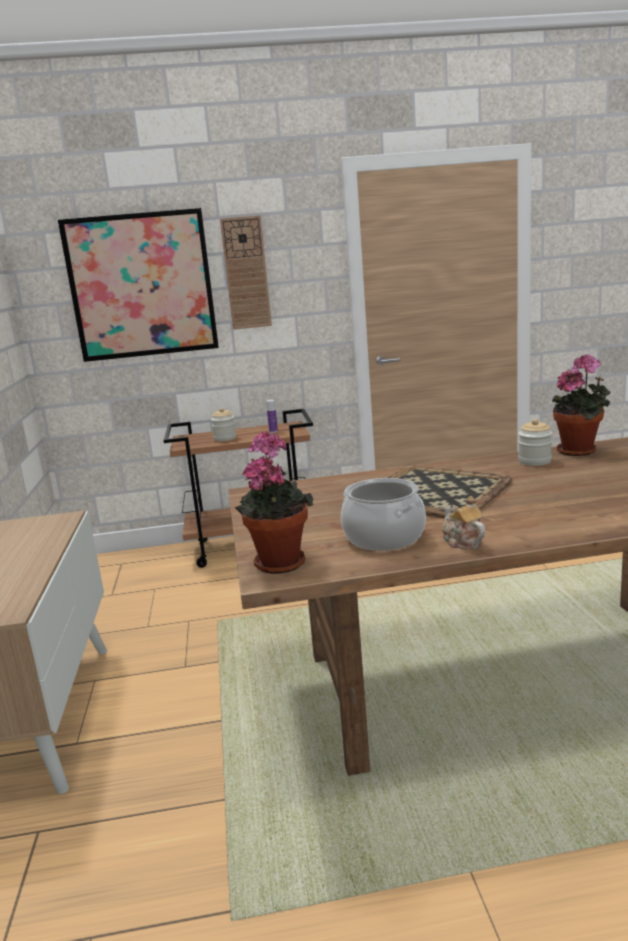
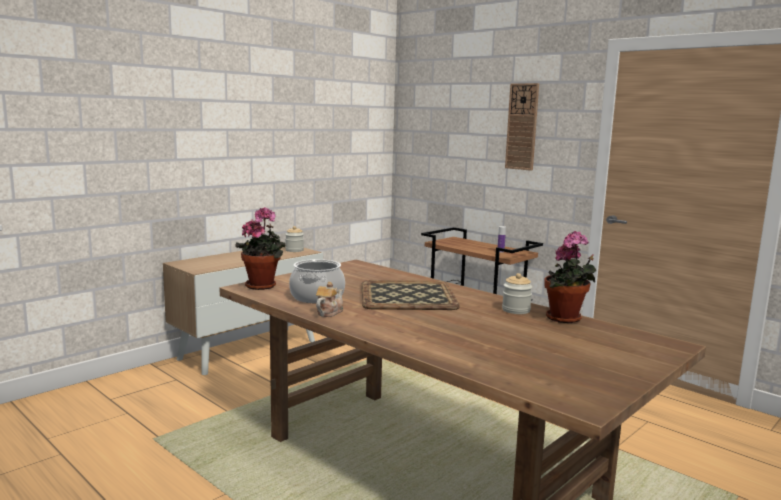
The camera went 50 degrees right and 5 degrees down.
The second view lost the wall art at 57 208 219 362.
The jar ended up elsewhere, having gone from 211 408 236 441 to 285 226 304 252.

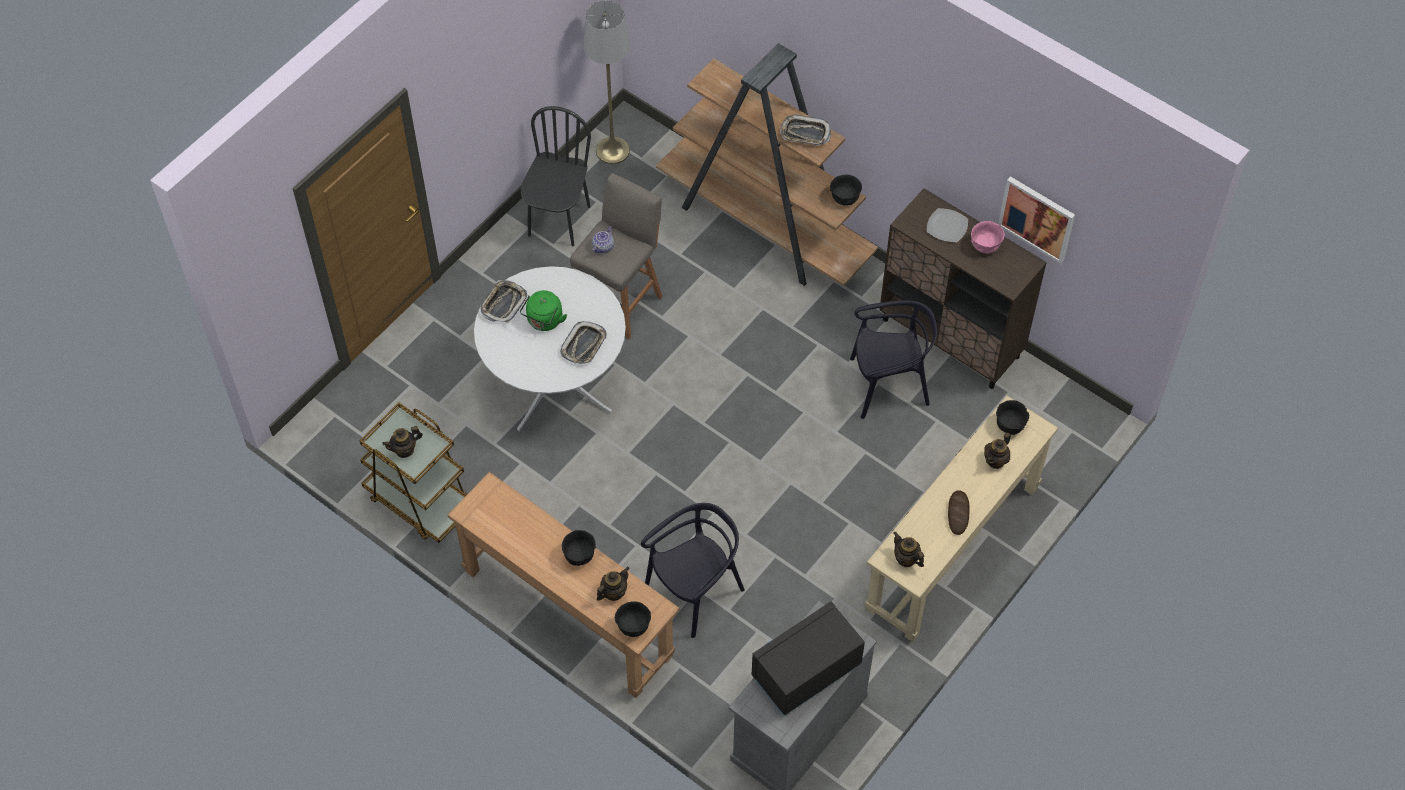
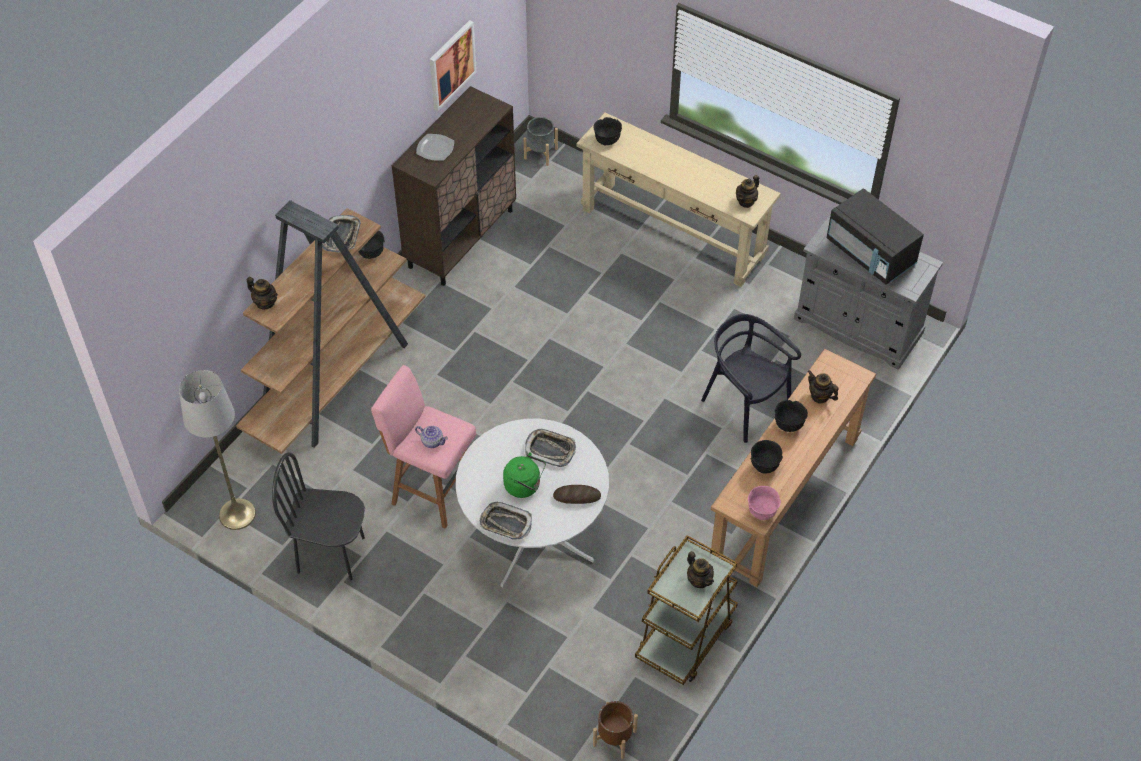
The camera went 95 degrees left and 5 degrees down.
The second view lost the black upright chair at 850 300 937 419.
The second view gained the gray flower pot at 523 117 558 166.
The second view gained the brown-coloured flower pot at 593 701 638 759.
The black bowl ended up elsewhere, having gone from 615 601 651 637 to 751 440 783 474.
The baked bread ended up elsewhere, having gone from 948 490 969 535 to 553 485 601 504.
The pink-coloured bowl ended up elsewhere, having gone from 971 221 1005 254 to 748 486 781 520.
The teapot ended up elsewhere, having gone from 984 432 1011 469 to 247 277 278 309.
What was the gray stool seat at 570 173 662 339 turned into the pink-coloured stool seat at 371 365 476 529.

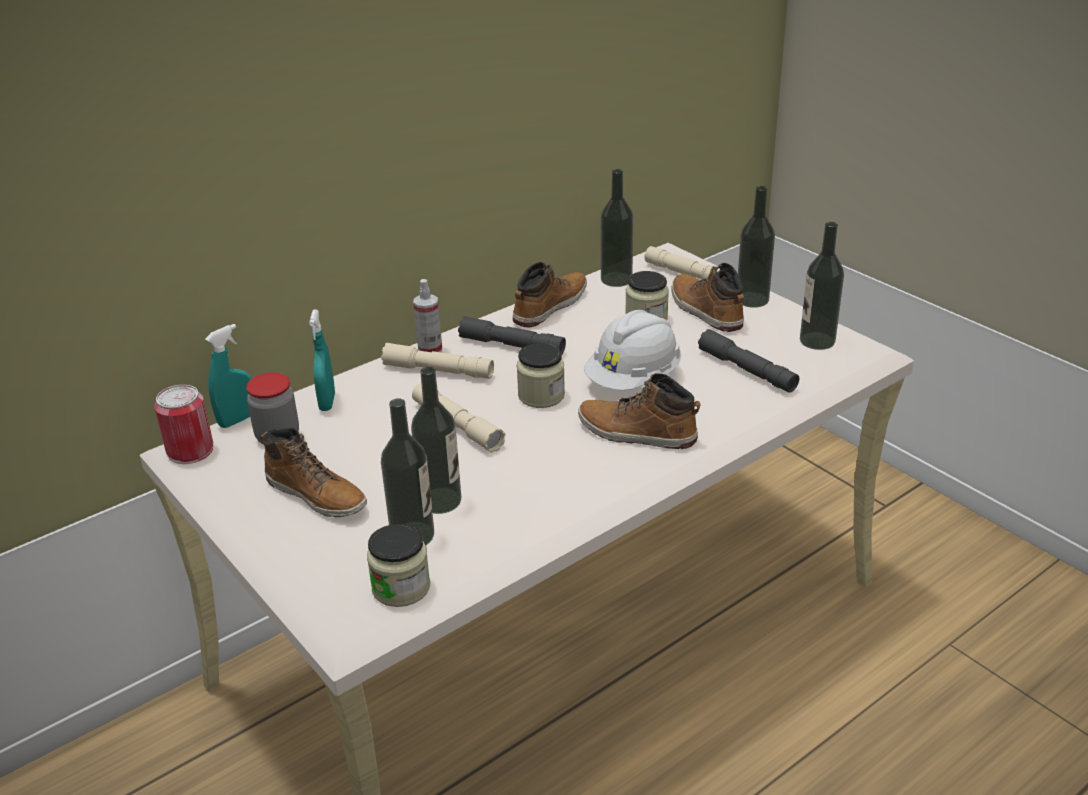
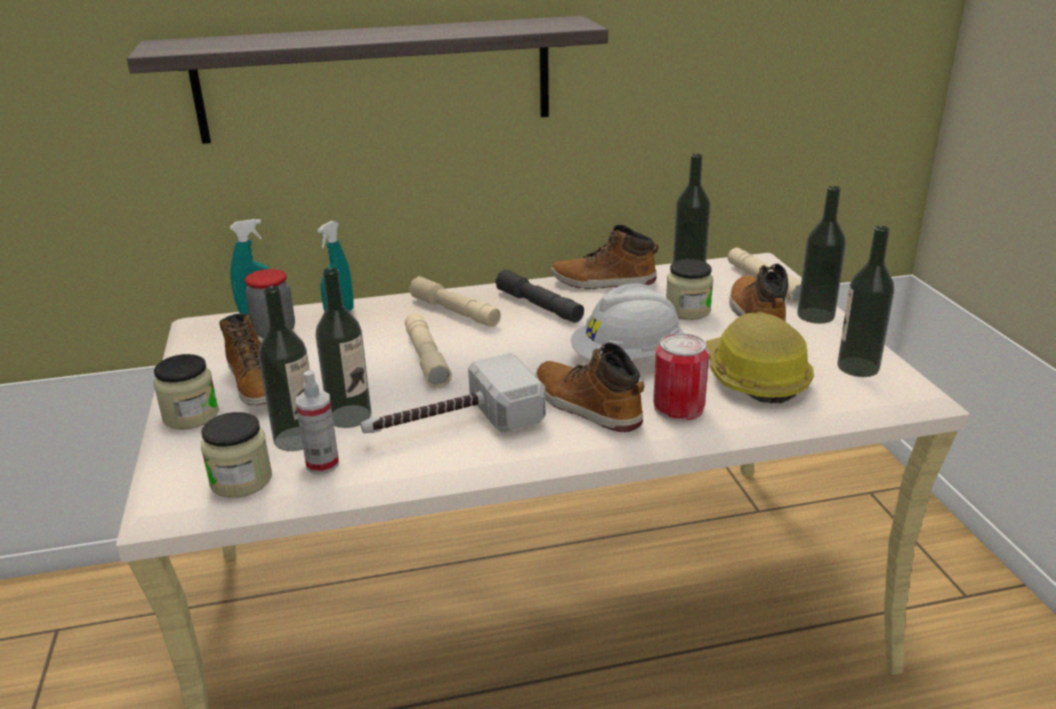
The camera went 25 degrees right and 5 degrees down.
The second view gained the shelf at 127 16 608 144.
The second view gained the hammer at 360 353 546 433.
The metal can ended up elsewhere, having gone from 154 385 213 464 to 653 333 709 421.
The sprayer ended up elsewhere, having gone from 413 279 442 352 to 296 370 339 474.
The jar ended up elsewhere, having gone from 516 343 565 408 to 153 354 219 430.
Where the gray hand torch stood at 698 329 799 393, the safety helmet came to stand at 706 312 814 404.
The tall boot at 513 262 587 328 ended up facing another way, 150 degrees counterclockwise from before.

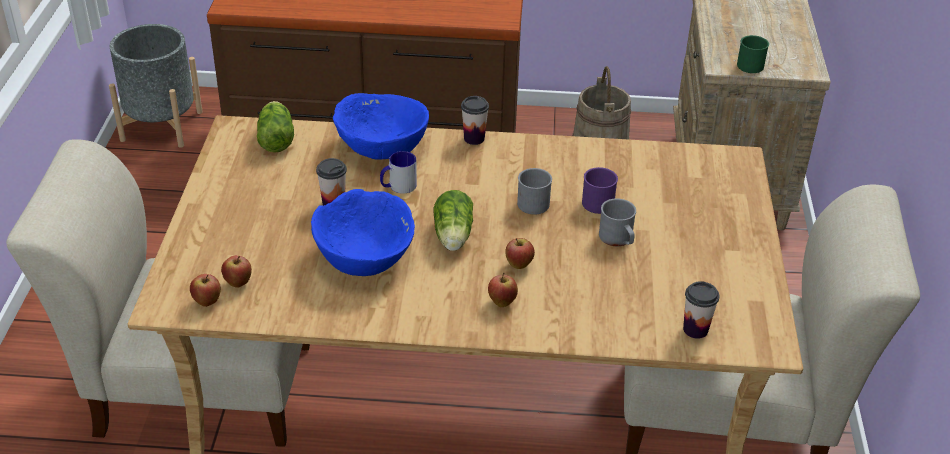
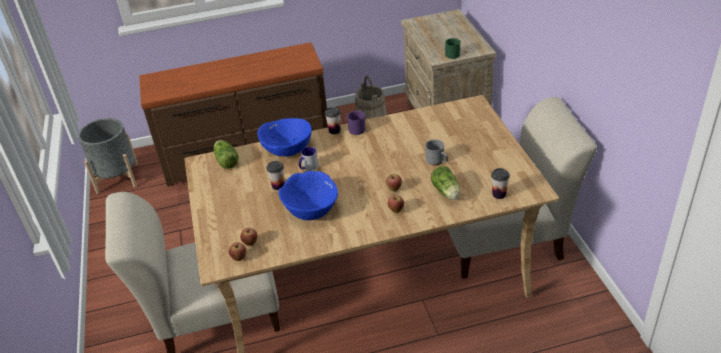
The camera went 15 degrees left and 0 degrees up.
The second view lost the gray mug at 517 168 552 215.
The lettuce head ended up elsewhere, having gone from 434 190 473 251 to 431 166 460 200.
The purplish mug ended up elsewhere, having gone from 582 167 618 214 to 347 111 366 135.

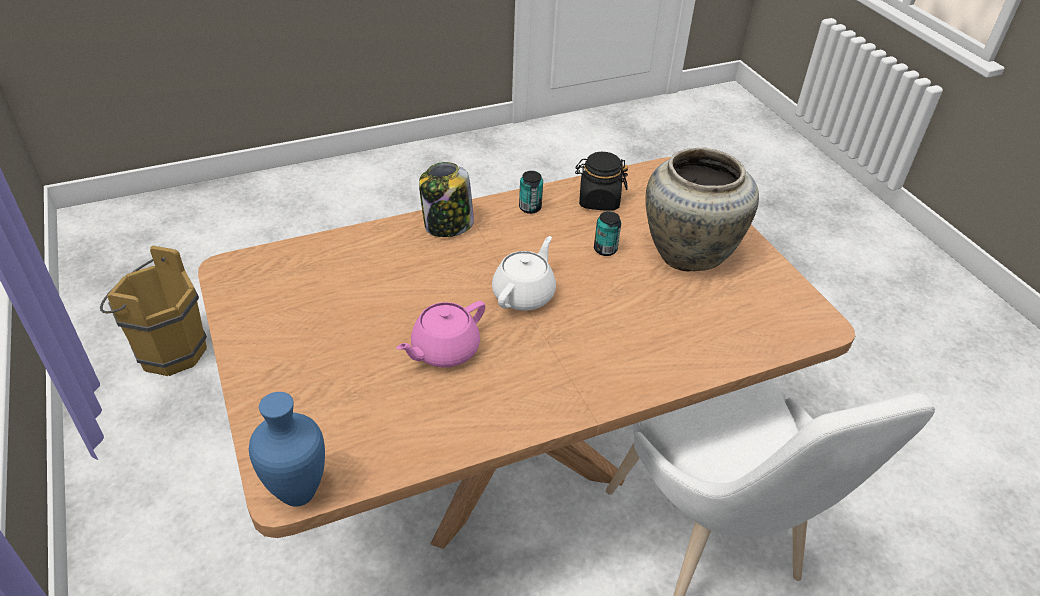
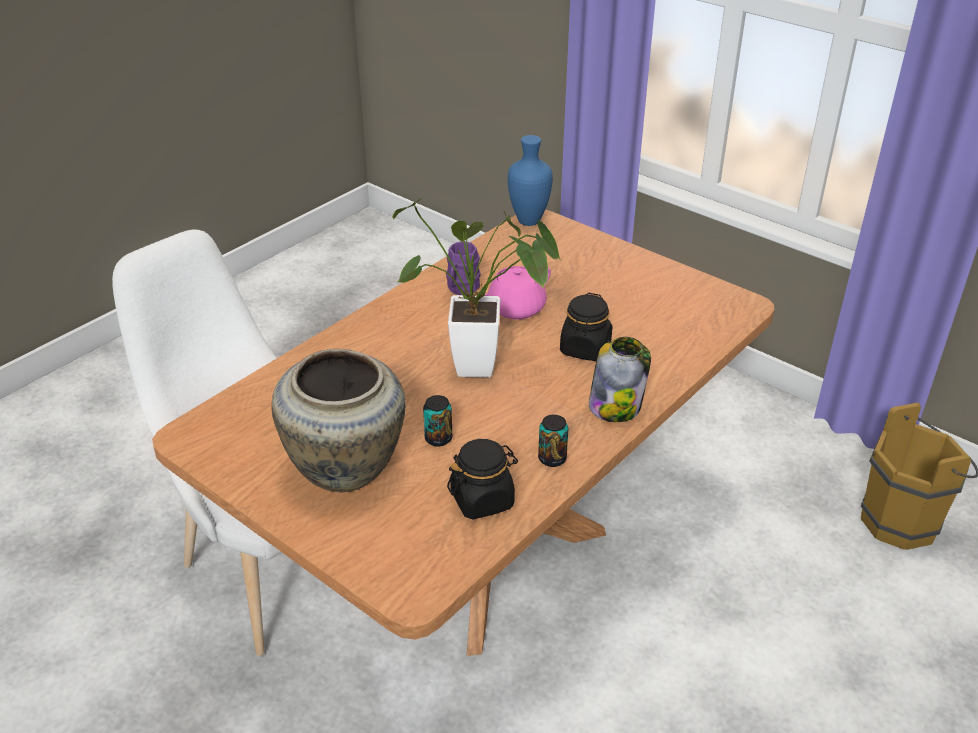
The camera went 155 degrees right and 5 degrees down.
The second view gained the purplish mug at 446 241 481 295.
The second view gained the black jar at 560 293 612 361.
Where the white teapot stood at 492 236 556 311, the potted plant came to stand at 393 198 561 378.
The pink-coloured teapot at 396 301 485 368 ended up facing another way, 150 degrees counterclockwise from before.

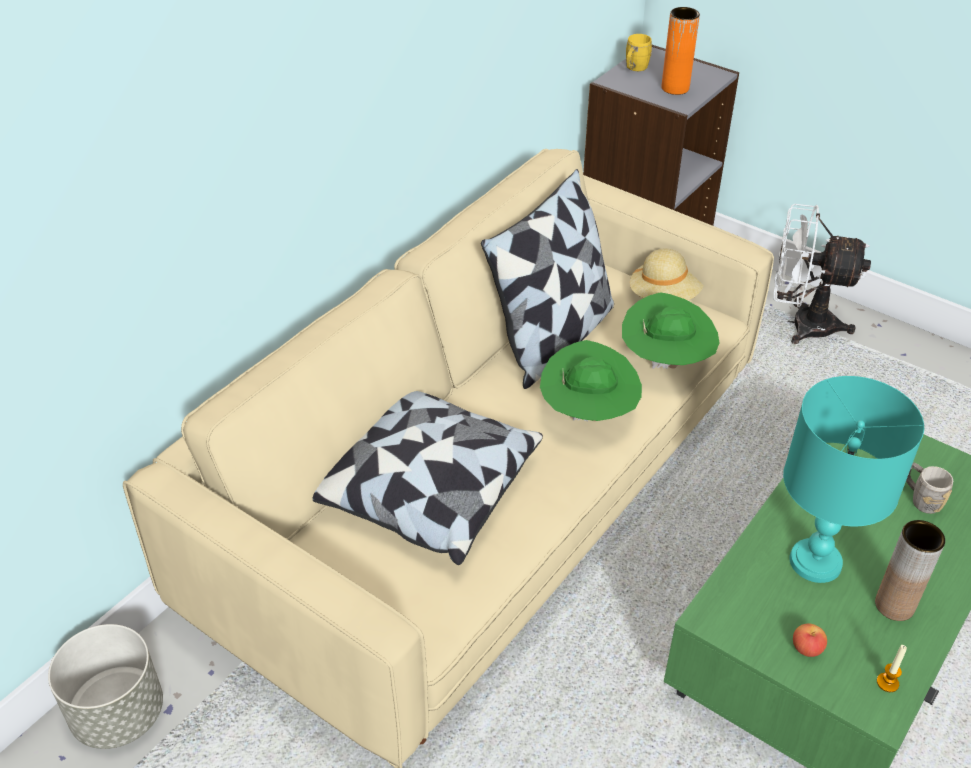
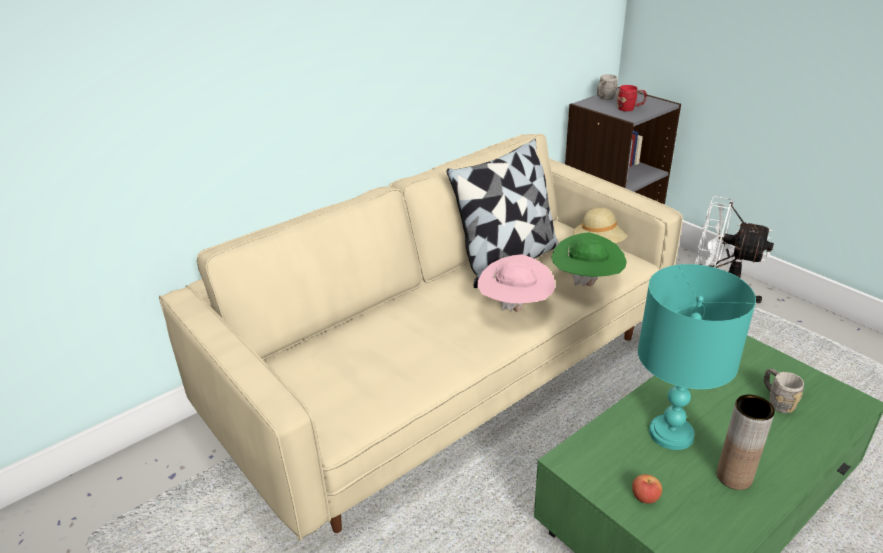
The camera went 15 degrees right and 10 degrees down.
The second view lost the gray flower pot at 48 624 163 749.
The second view lost the pillow at 312 391 543 565.
The second view lost the candle at 877 645 907 692.
Where the orange vase stood at 661 7 700 95, the reddish mug came to stand at 617 85 647 111.
What was the greenish clothing hat at 540 340 642 422 turned into the pink-coloured clothing hat at 478 254 555 312.
What was the yellowish mug at 626 34 652 71 turned into the gray mug at 597 74 618 100.

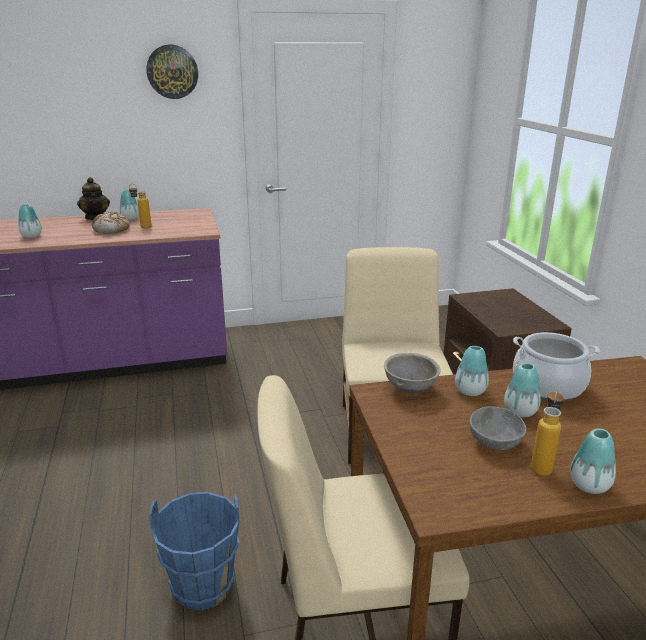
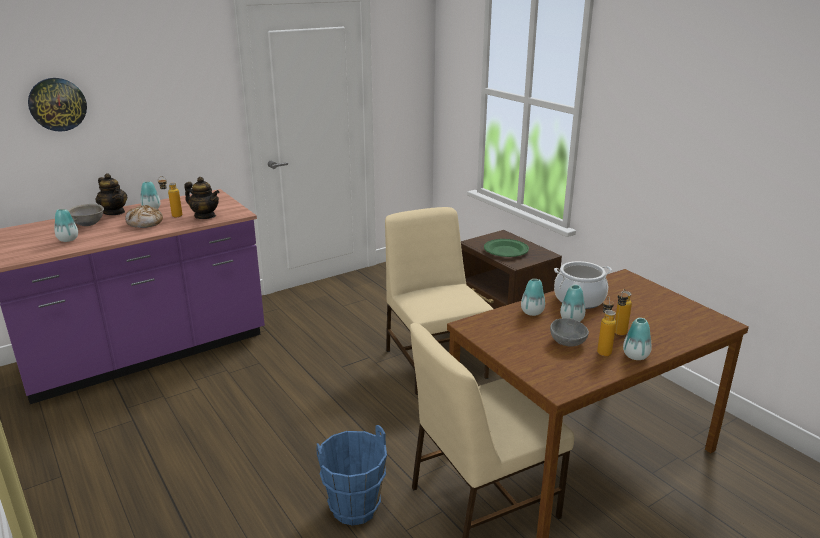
The camera went 20 degrees left and 0 degrees up.
The second view gained the teapot at 184 177 220 219.
The second view gained the greenish flat dish at 484 239 529 257.
The second view gained the drink bottle at 615 289 632 335.
The hanging clock ended up elsewhere, having gone from 146 45 198 99 to 28 78 87 132.
The gray bowl ended up elsewhere, having gone from 384 353 441 393 to 68 204 104 226.

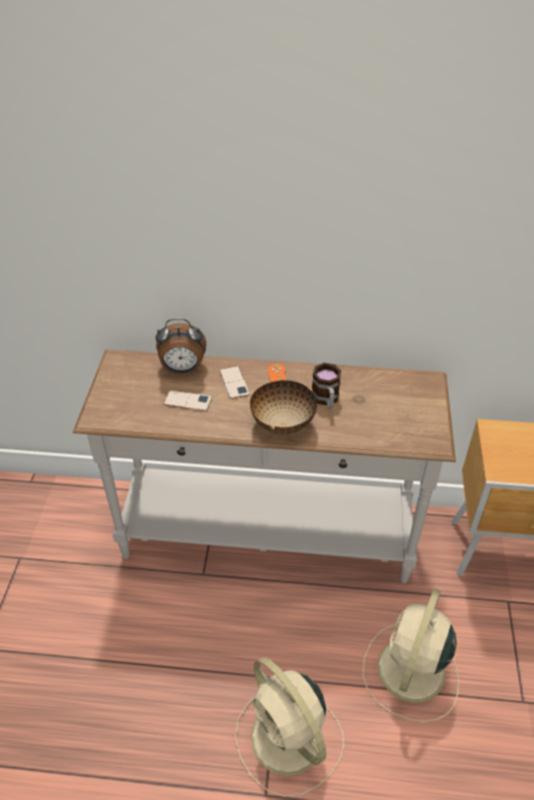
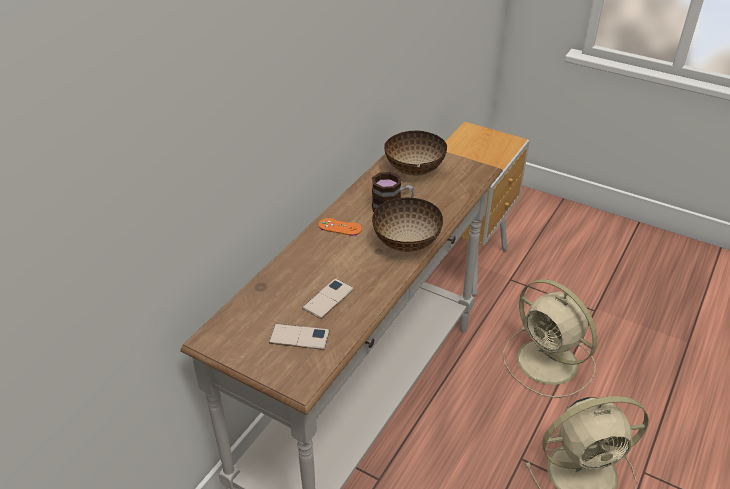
The camera went 65 degrees left and 5 degrees down.
The second view lost the bedside clock at 155 318 206 374.
The second view gained the bowl at 384 131 447 176.
The handset ended up elsewhere, having gone from 220 366 250 399 to 269 324 330 350.

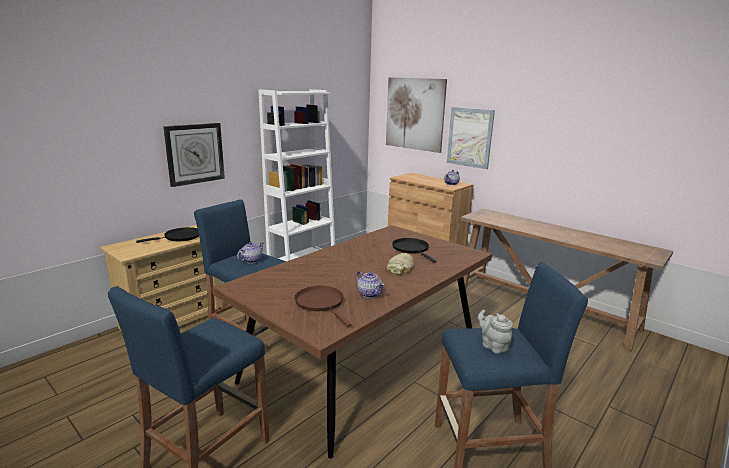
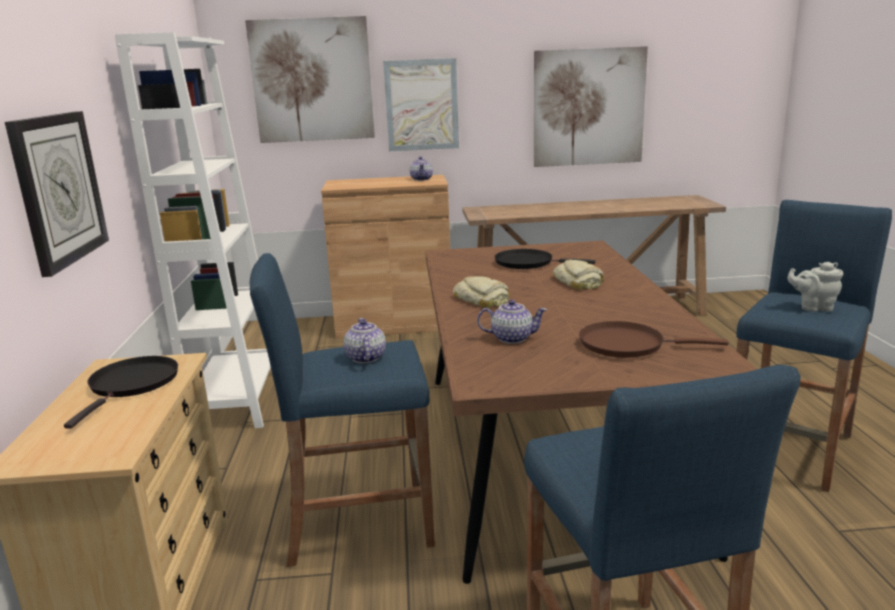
The camera went 45 degrees left and 0 degrees up.
The second view gained the baked bread at 453 276 509 308.
The second view gained the wall art at 534 46 648 167.
The teapot ended up elsewhere, having gone from 356 271 385 298 to 477 300 547 344.

